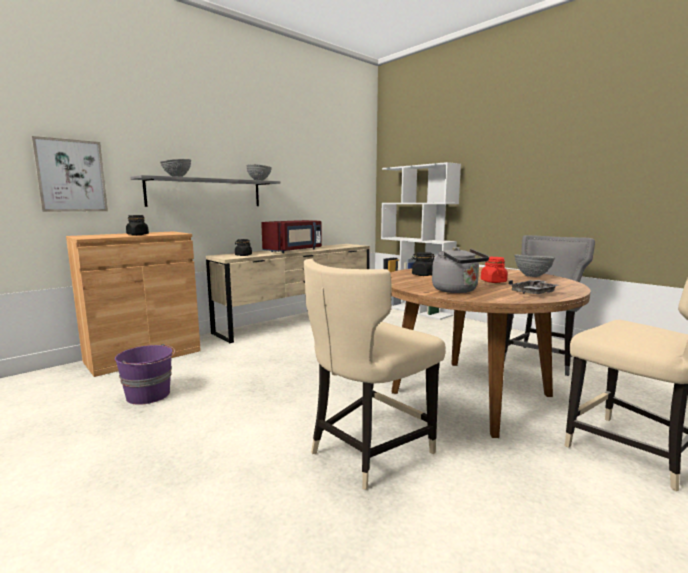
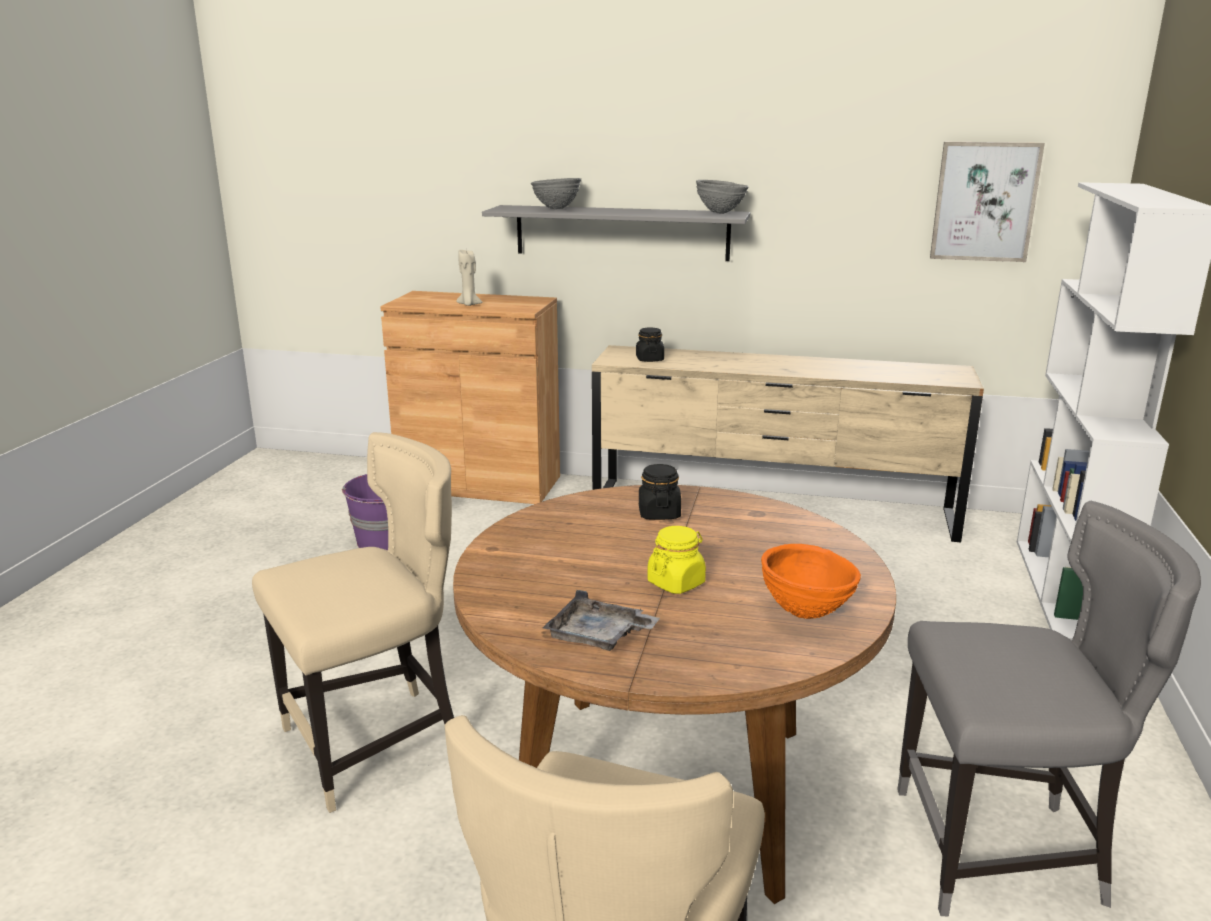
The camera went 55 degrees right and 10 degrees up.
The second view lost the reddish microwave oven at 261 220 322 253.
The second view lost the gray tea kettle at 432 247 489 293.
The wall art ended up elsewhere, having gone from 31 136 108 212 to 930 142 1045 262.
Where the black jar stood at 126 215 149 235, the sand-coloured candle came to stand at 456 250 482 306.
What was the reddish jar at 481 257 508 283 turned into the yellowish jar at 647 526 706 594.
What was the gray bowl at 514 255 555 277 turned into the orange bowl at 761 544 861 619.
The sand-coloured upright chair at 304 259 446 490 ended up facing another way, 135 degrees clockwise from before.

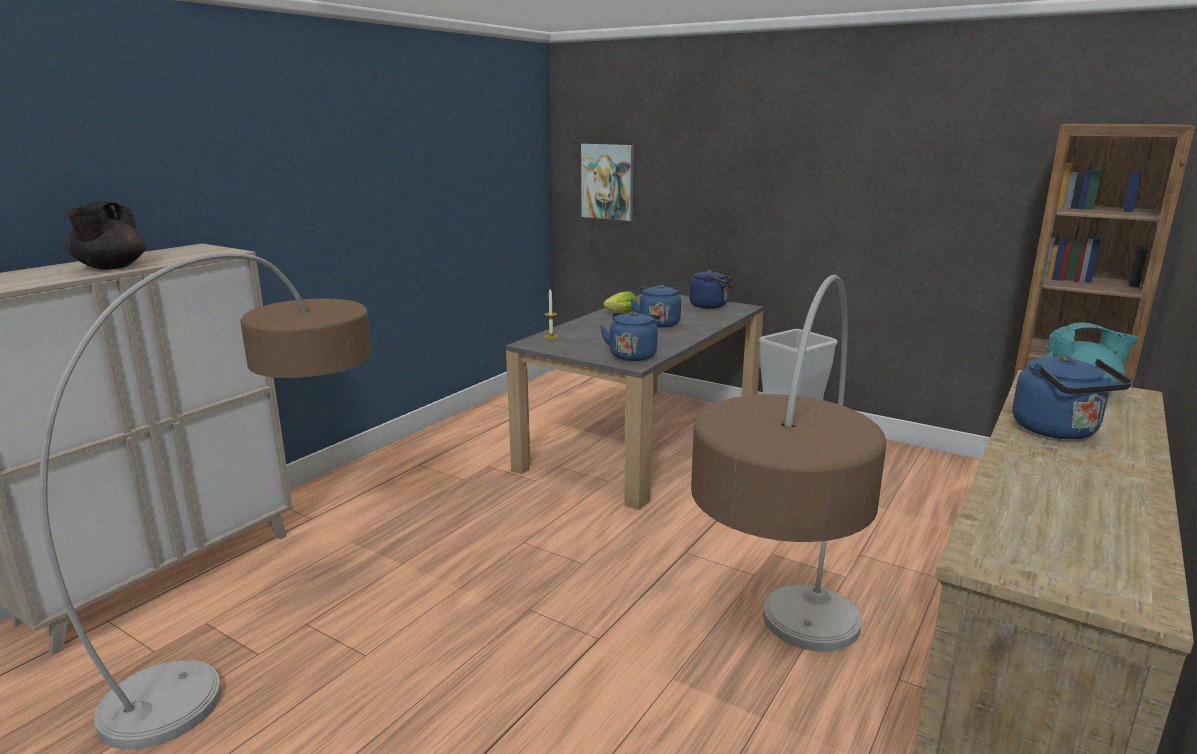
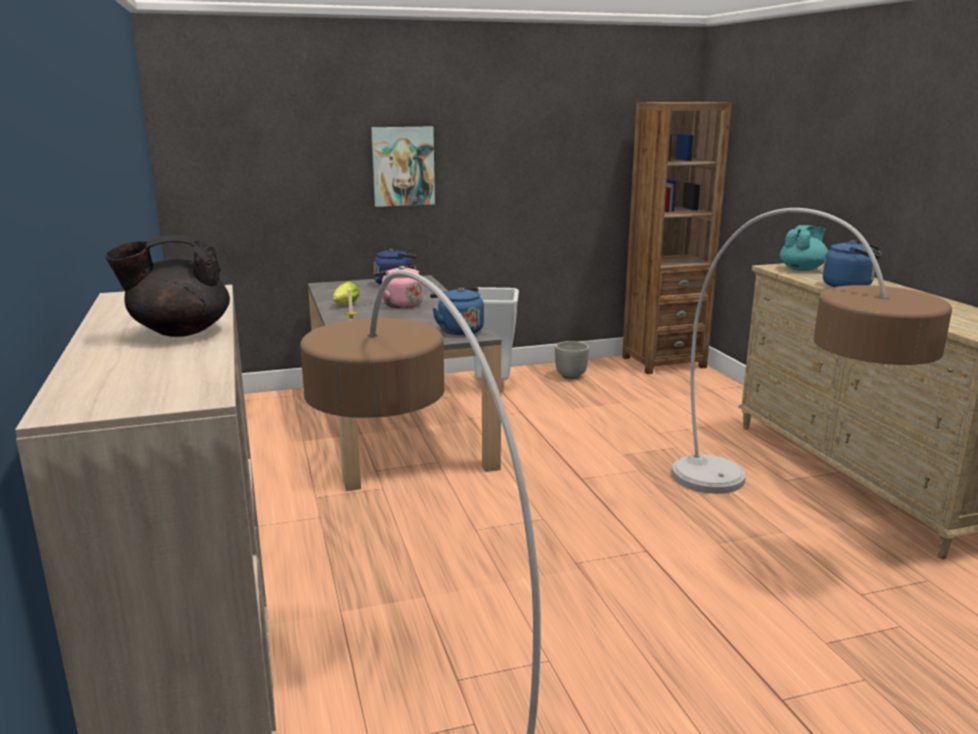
The camera went 50 degrees left and 0 degrees up.
The second view gained the flower pot at 555 341 589 379.
The wall art ended up elsewhere, having gone from 581 144 634 221 to 371 127 435 207.
What was the bluish tea kettle at 631 285 681 328 turned into the pink-coloured tea kettle at 373 266 423 308.
The black teapot at 66 201 146 270 ended up facing another way, 120 degrees clockwise from before.

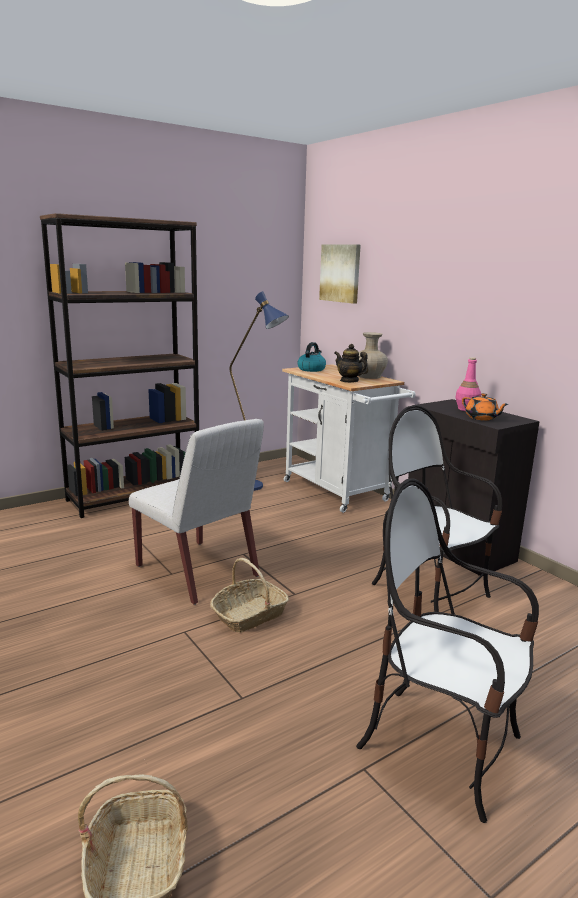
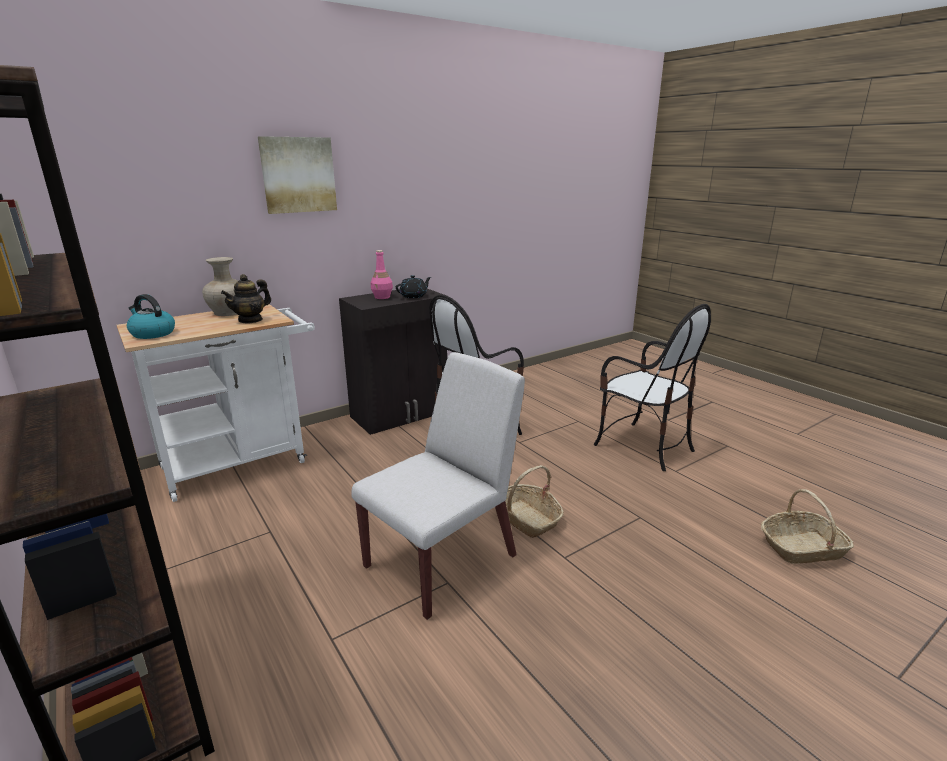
The camera went 90 degrees left and 5 degrees up.
The second view lost the bluish standing lamp at 230 291 289 491.
The wall art ended up elsewhere, having gone from 319 244 361 304 to 258 136 337 214.
What was the orange teapot at 462 393 508 421 turned into the black teapot at 396 275 431 298.
The upright chair at 356 478 539 823 ended up facing another way, 75 degrees counterclockwise from before.

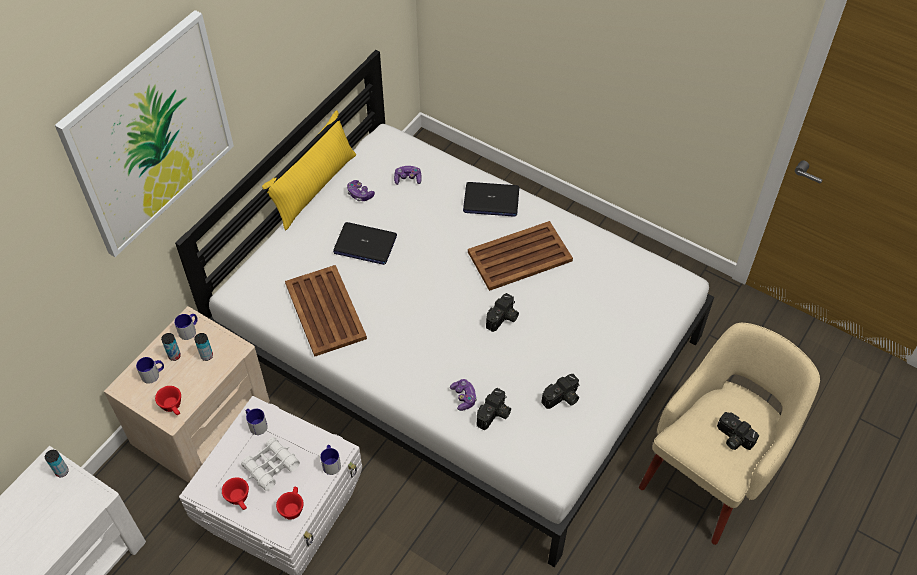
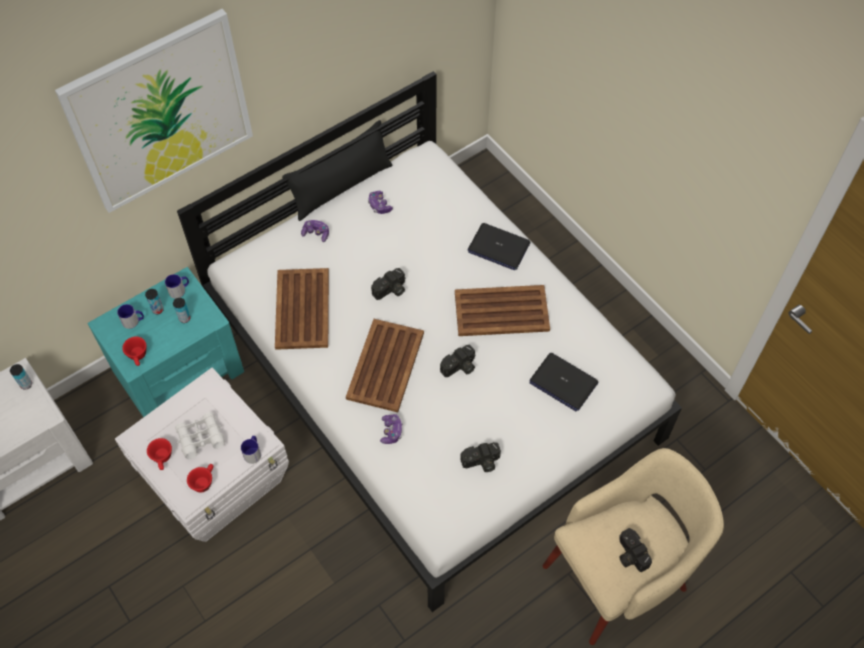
The camera went 20 degrees right and 5 degrees up.
The second view lost the mug at 246 408 268 435.
The second view gained the brown-coloured carrying tray at 346 319 424 412.
The portable computer ended up elsewhere, having gone from 333 222 397 265 to 529 353 599 411.
The gamepad ended up elsewhere, having gone from 394 166 422 185 to 301 220 329 242.
The photo camera ended up elsewhere, having gone from 477 388 511 430 to 371 268 405 300.
What was the sand-coloured nightstand at 104 306 270 483 turned into the turquoise-coloured nightstand at 87 267 244 417.
What was the yellowish pillow at 262 110 356 230 turned into the black pillow at 282 120 393 221.

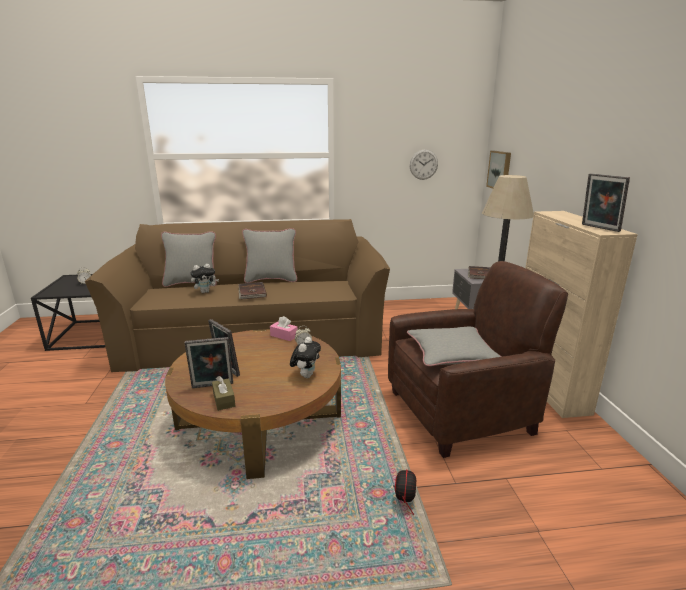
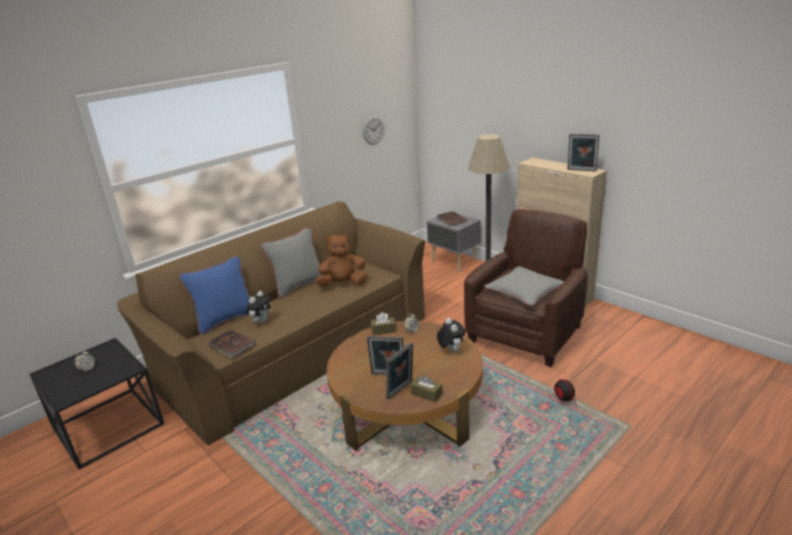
The camera went 35 degrees left and 5 degrees up.
The second view lost the wall art at 486 151 511 188.
The second view gained the brown-coloured cuddly toy at 315 234 368 287.
The brown-coloured volume ended up elsewhere, having gone from 239 282 267 300 to 208 329 256 358.
What was the gray pillow at 161 231 217 287 turned into the bluish pillow at 179 256 250 334.
What was the pink-coloured tissue holder at 270 316 298 341 turned into the brown-coloured tissue holder at 371 313 396 335.

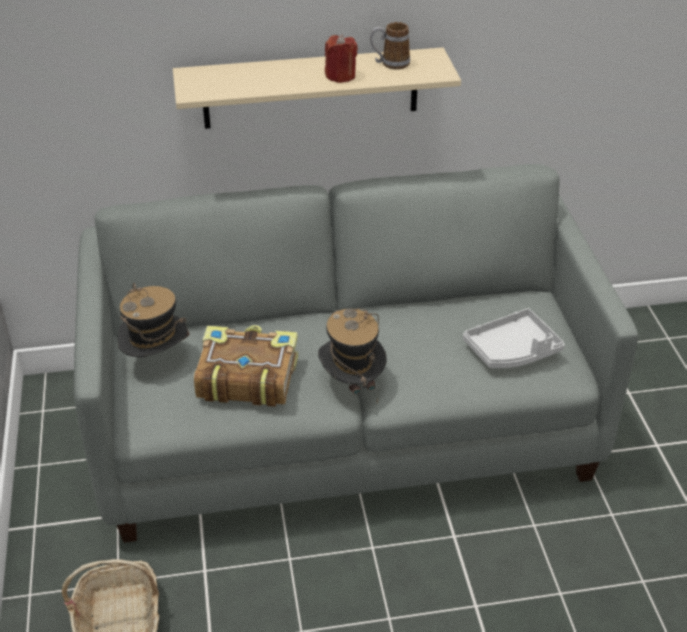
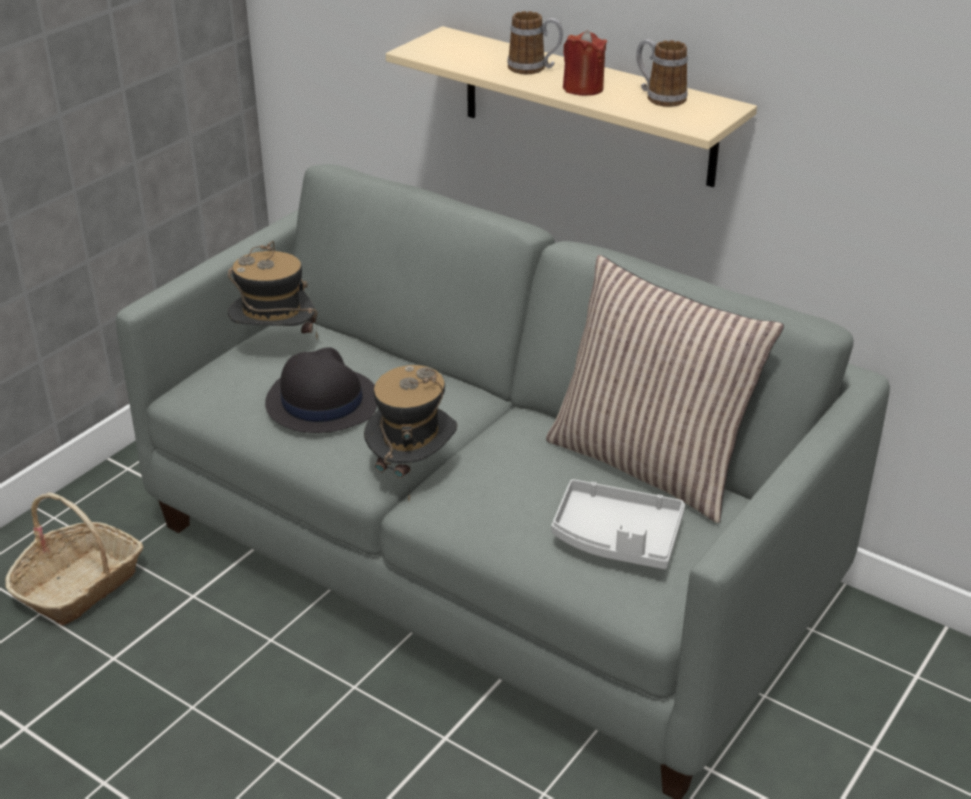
The camera went 45 degrees right and 5 degrees down.
The second view gained the mug at 507 11 563 74.
The second view gained the pillow at 546 255 784 523.
Where the volume stood at 194 325 298 407, the black clothing hat came to stand at 265 347 377 433.

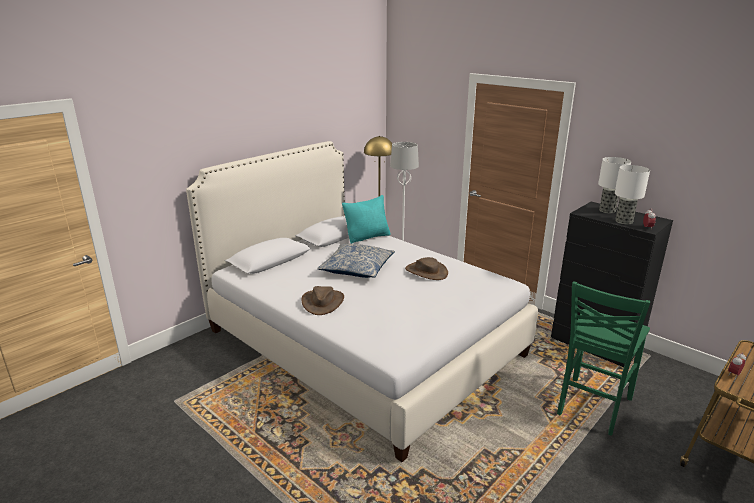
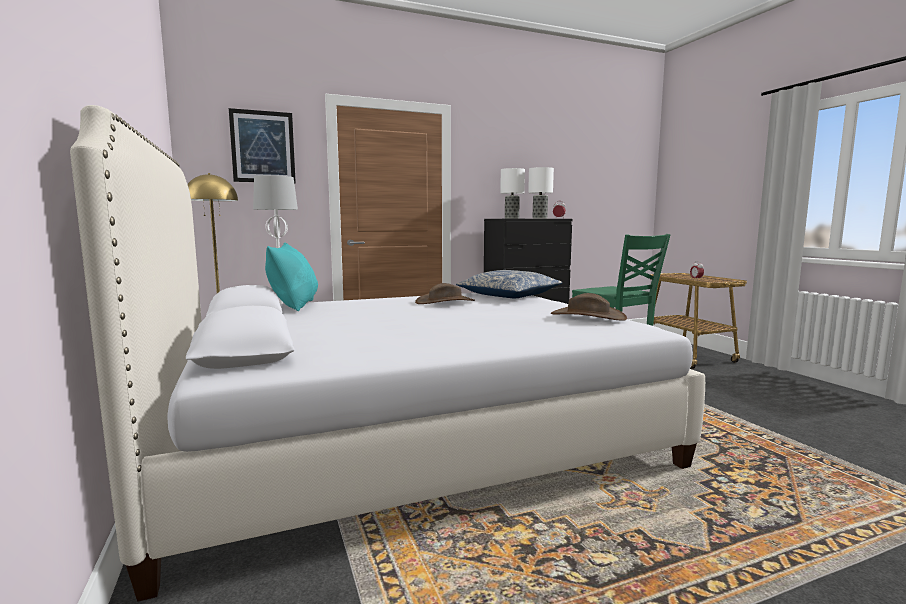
The camera went 65 degrees left and 15 degrees down.
The second view gained the wall art at 229 108 296 183.
The brown-coloured clothing hat ended up elsewhere, having gone from 301 286 344 315 to 551 293 627 321.
The pillow ended up elsewhere, having gone from 317 244 395 278 to 456 270 563 298.

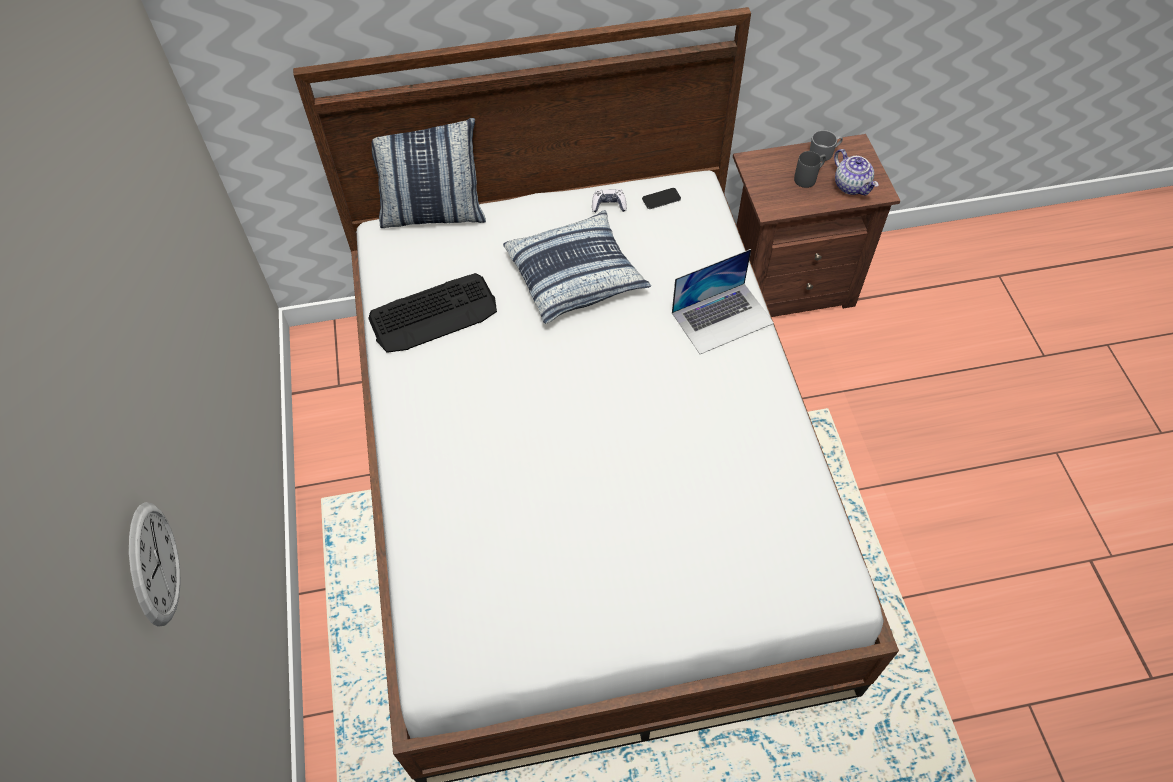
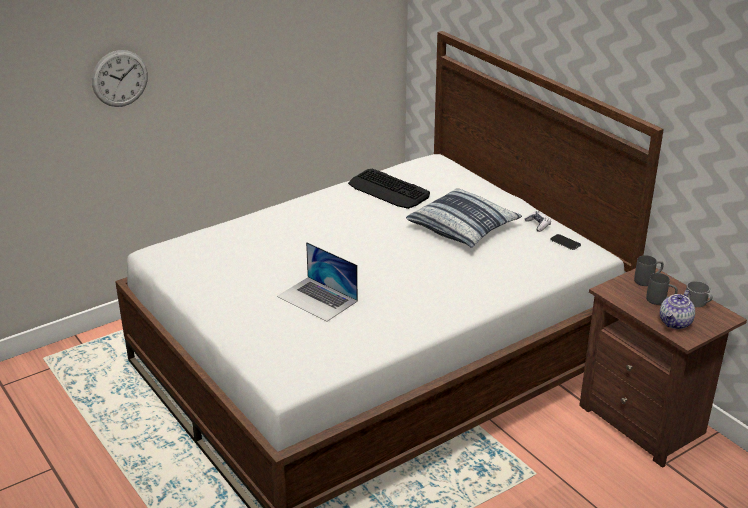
The camera went 65 degrees right and 25 degrees down.
The second view lost the pillow at 372 118 486 228.
The second view gained the gray mug at 634 255 664 286.
The portable computer ended up elsewhere, having gone from 672 249 774 354 to 277 242 358 322.

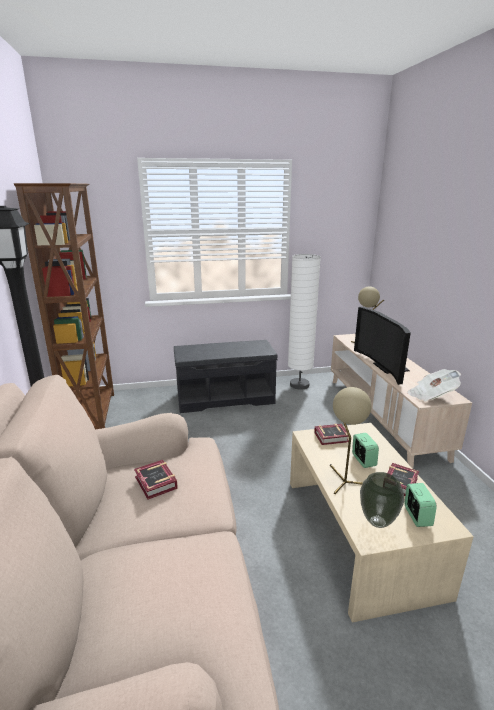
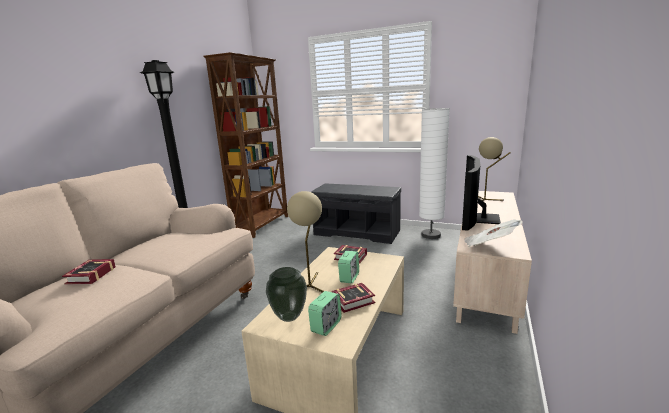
The camera went 35 degrees right and 5 degrees down.
The volume ended up elsewhere, having gone from 134 460 178 500 to 62 259 116 285.

